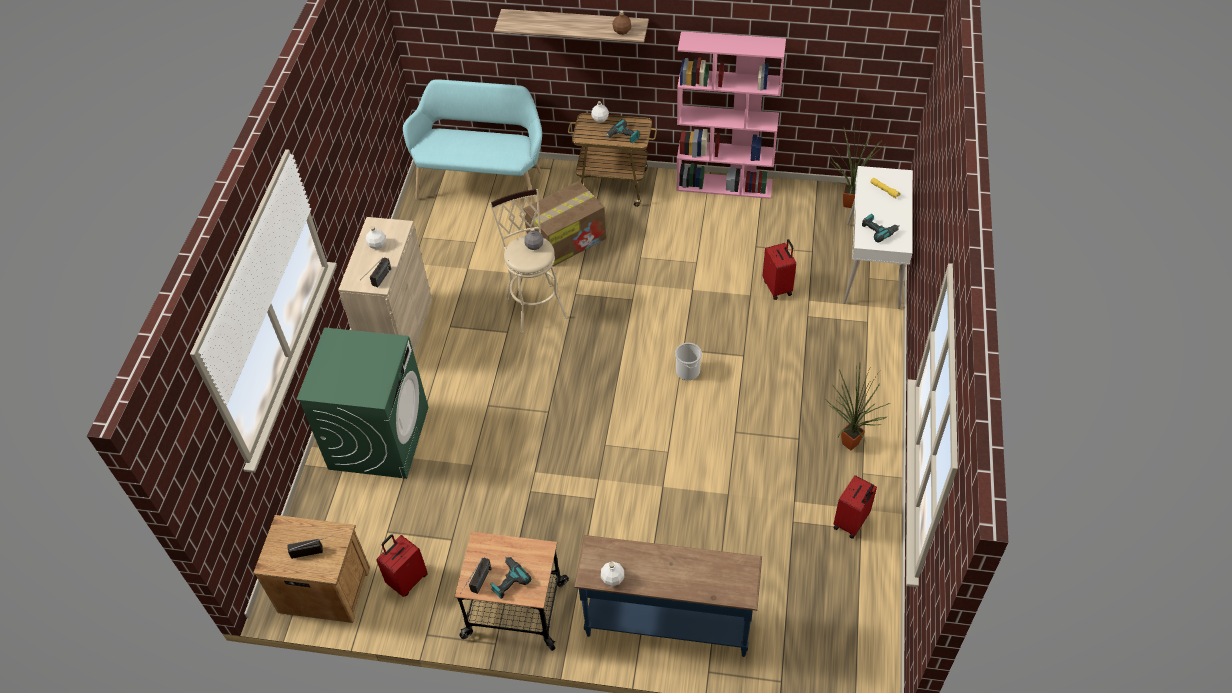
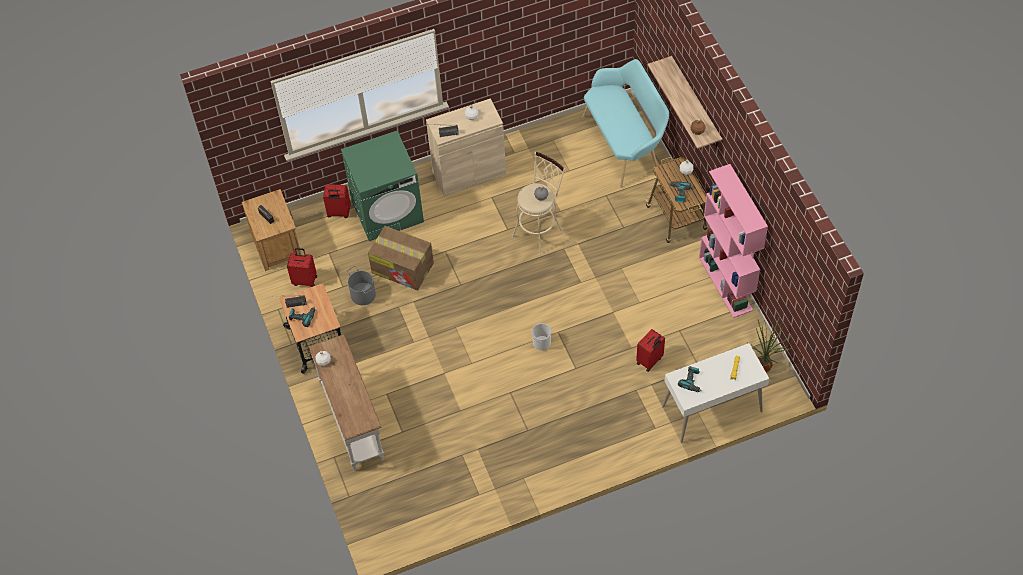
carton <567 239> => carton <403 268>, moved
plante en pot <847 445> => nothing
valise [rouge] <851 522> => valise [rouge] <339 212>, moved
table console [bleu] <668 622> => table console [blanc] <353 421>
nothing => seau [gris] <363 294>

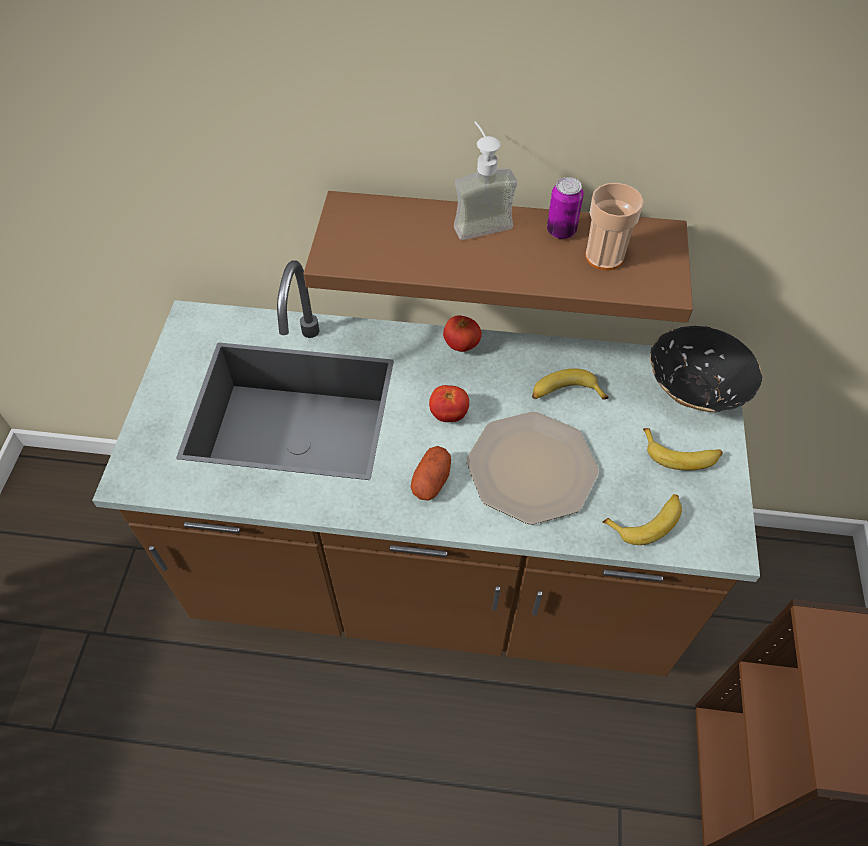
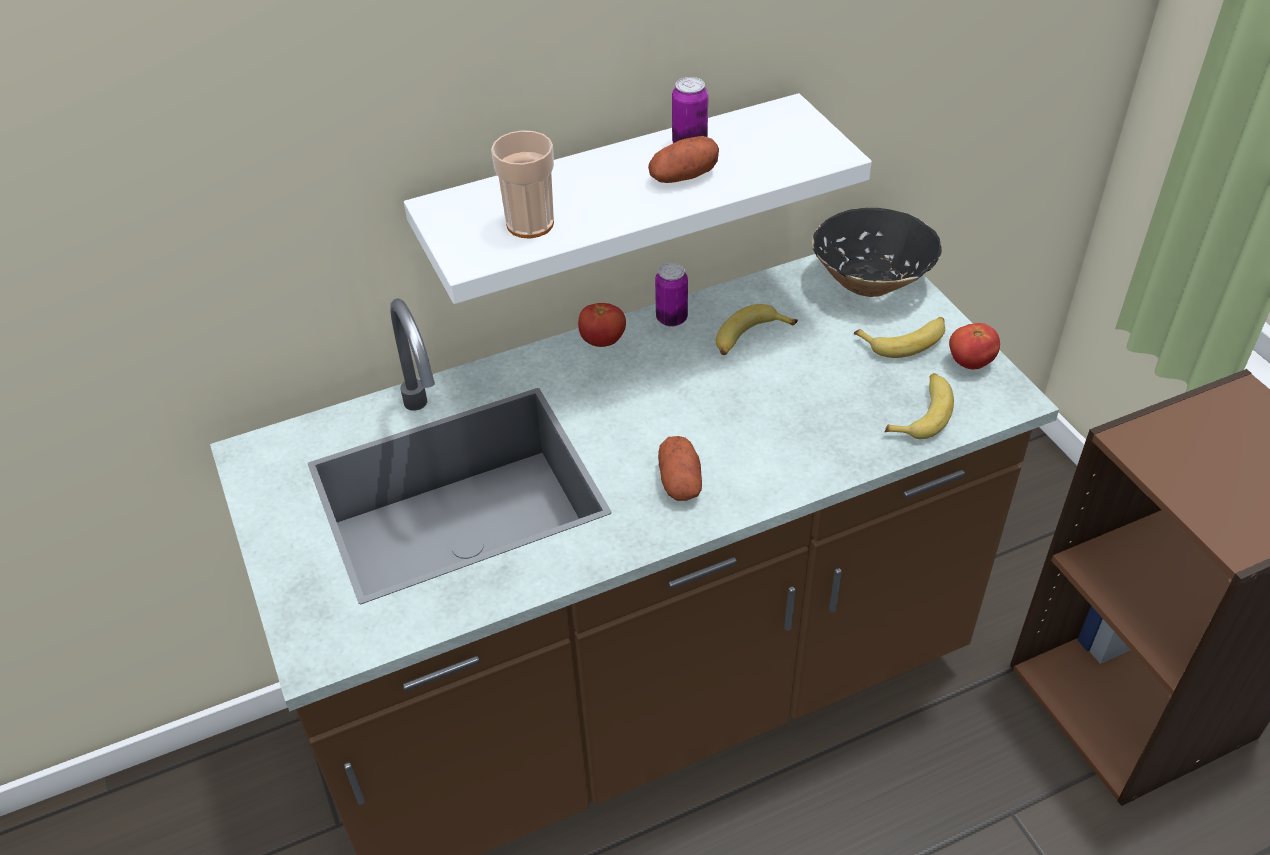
distributeur de savon <479 220> => nothing
tasse <604 257> => tasse <530 224>, moved
étagère [marron] <500 246> => étagère [blanc] <613 199>
tomate <449 414> => tomate <970 363>, moved
assiette <531 467> => nothing
nothing => pomme de terre <683 177>
nothing => boîte métallique <671 319>

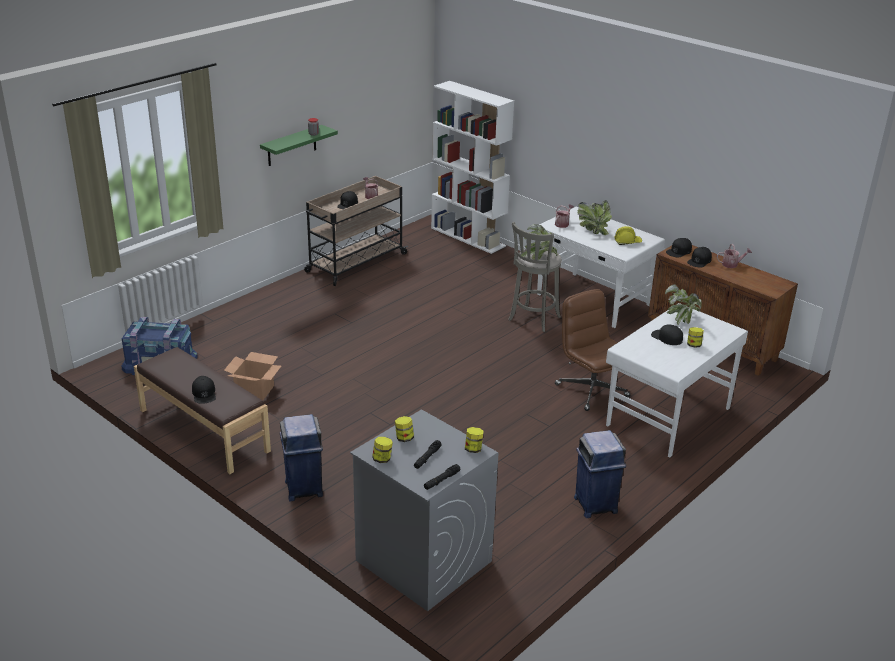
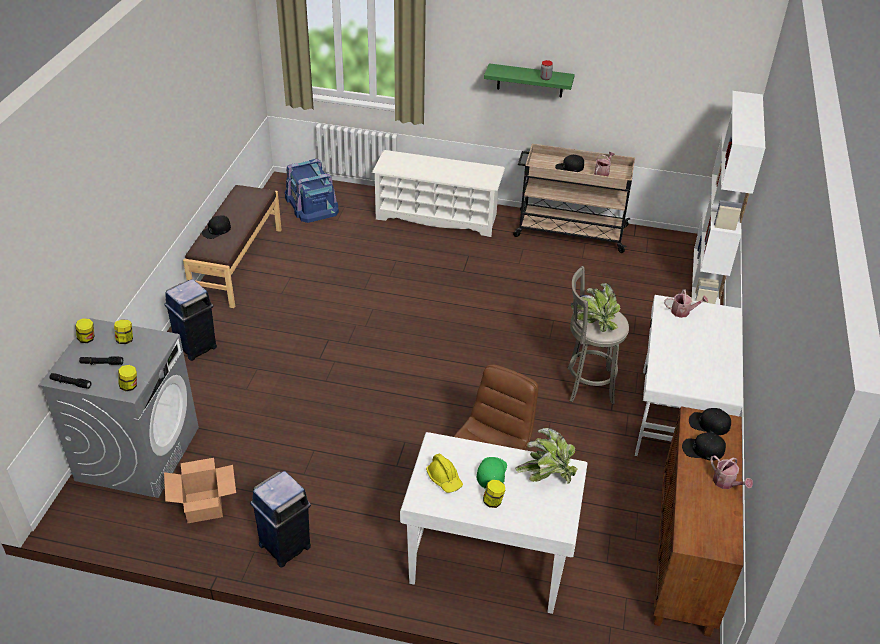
plante en pot <593 230> => nothing
casque de chantier [jaune] <627 242> => casque de chantier [jaune] <444 479>, moved
casquette [noir] <667 337> => casquette [vert] <491 473>
carton <254 391> => carton <203 505>, moved
nothing => étagère à chaussures [blanc] <437 217>

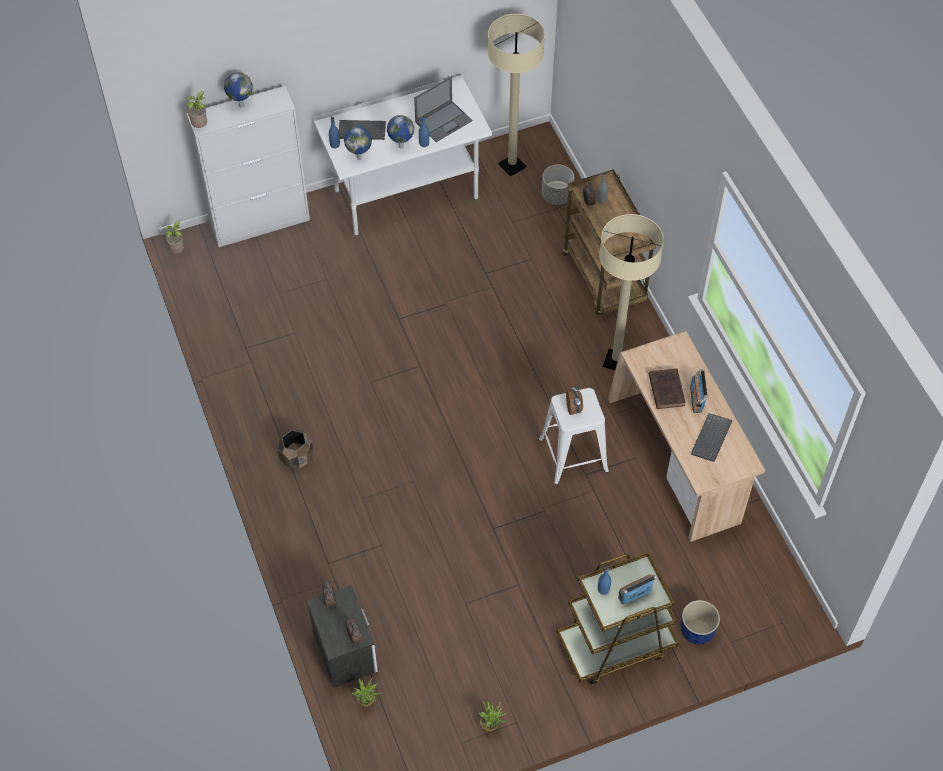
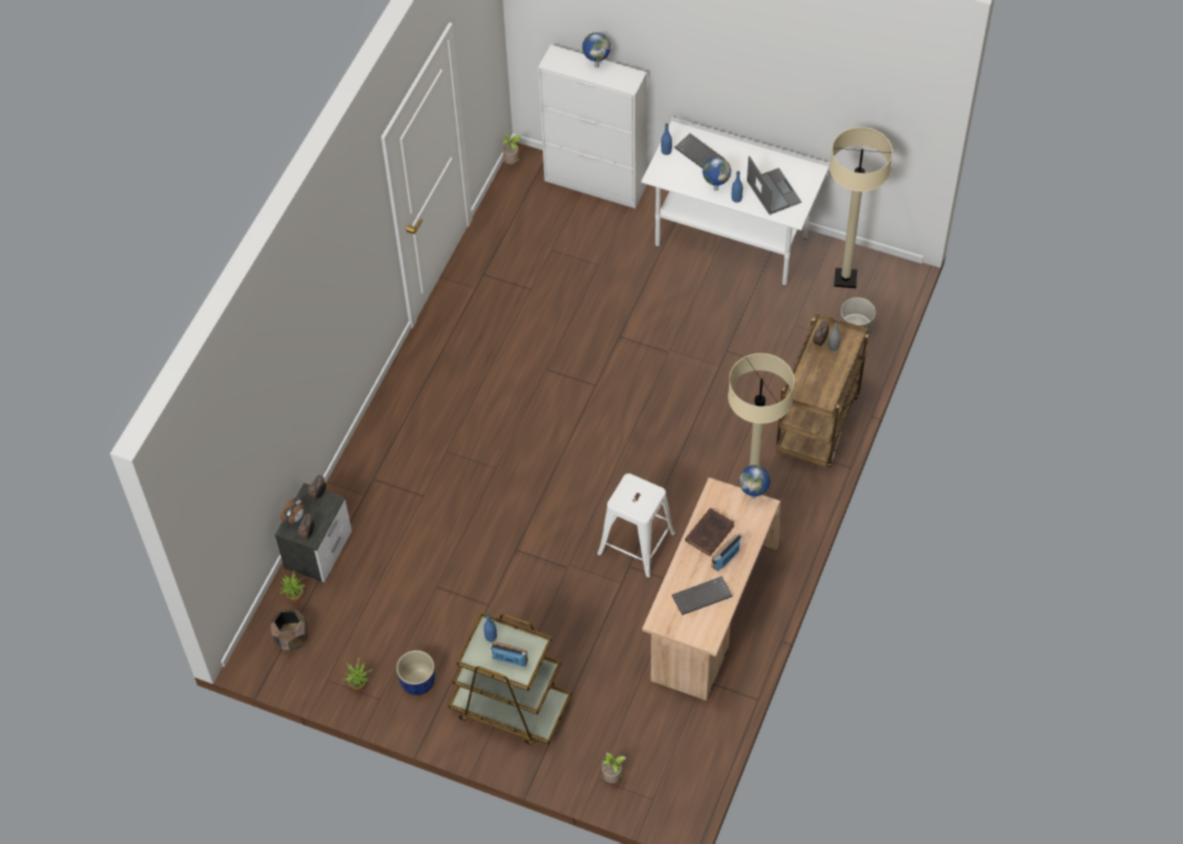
ordinateur portable <444 121> => ordinateur portable <773 191>, 120 degrees counterclockwise
plante en pot <201 126> => plante en pot <613 778>, moved
globe <359 157> => globe <754 496>, moved
réveil <574 408> => réveil <295 519>, moved
cache-pot [marron] <297 458> => cache-pot [marron] <292 638>, moved
cache-pot [bleu] <697 631> => cache-pot [bleu] <417 682>, moved

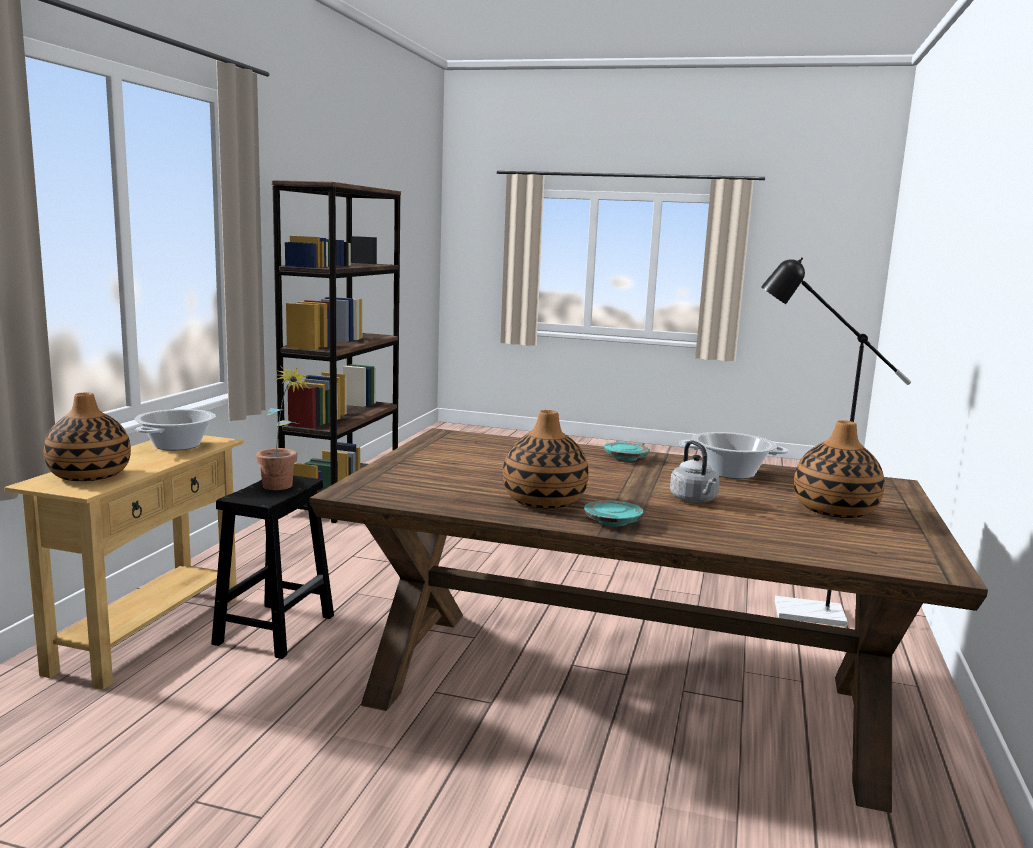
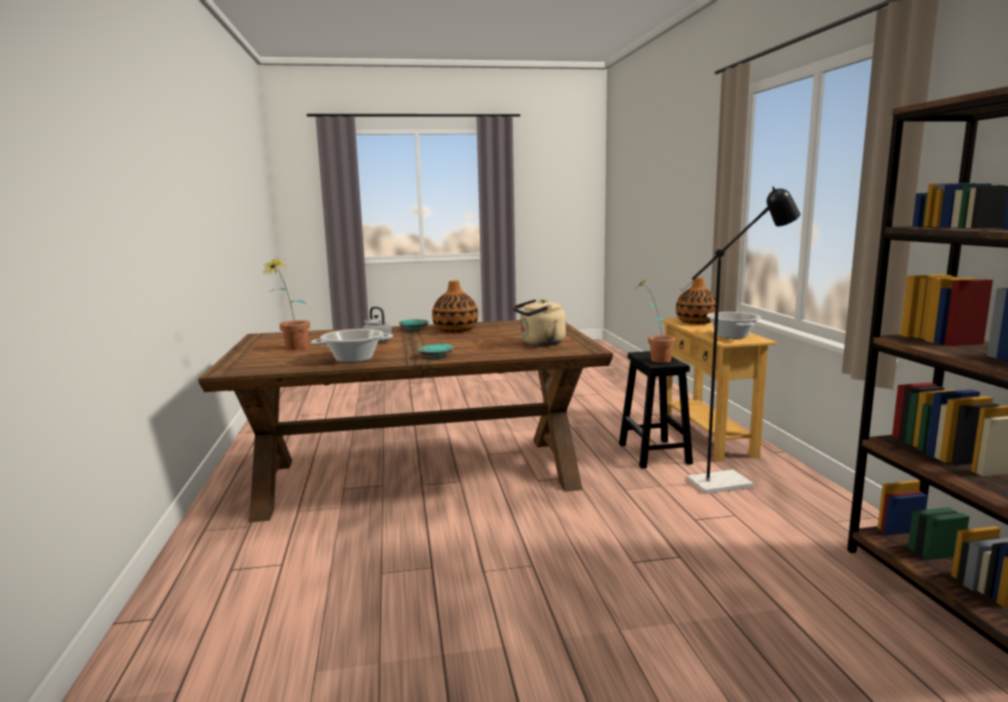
lampadaire [noir] <795 611> => lampadaire [noir] <729 482>, moved
vase <834 510> => plante en pot <292 349>
nothing => bouilloire [beige] <540 343>

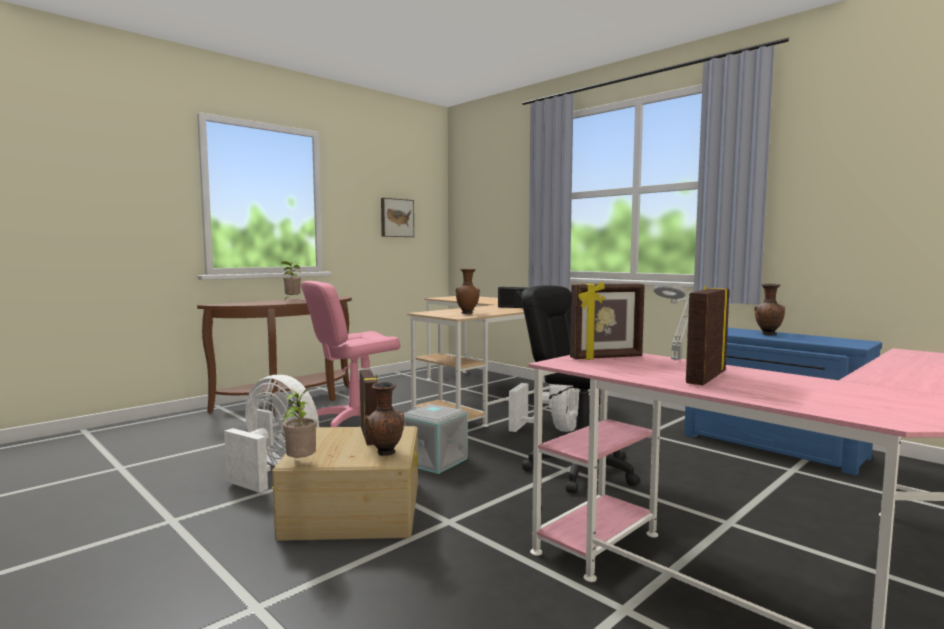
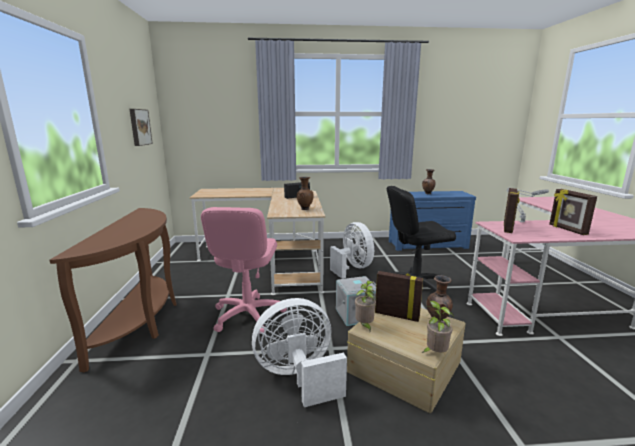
plante en pot <291 300> => plante en pot <364 326>, moved

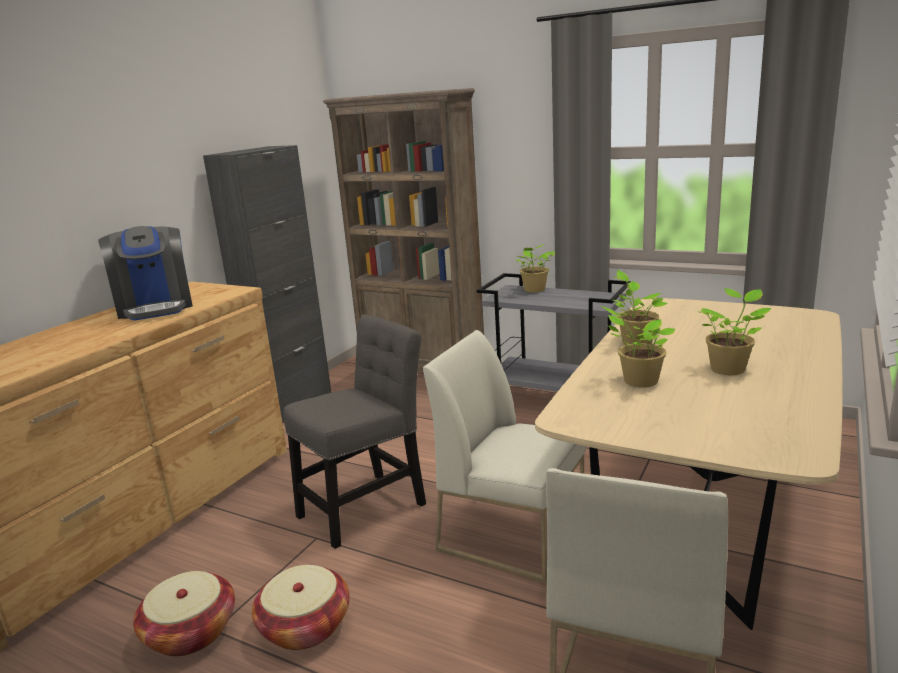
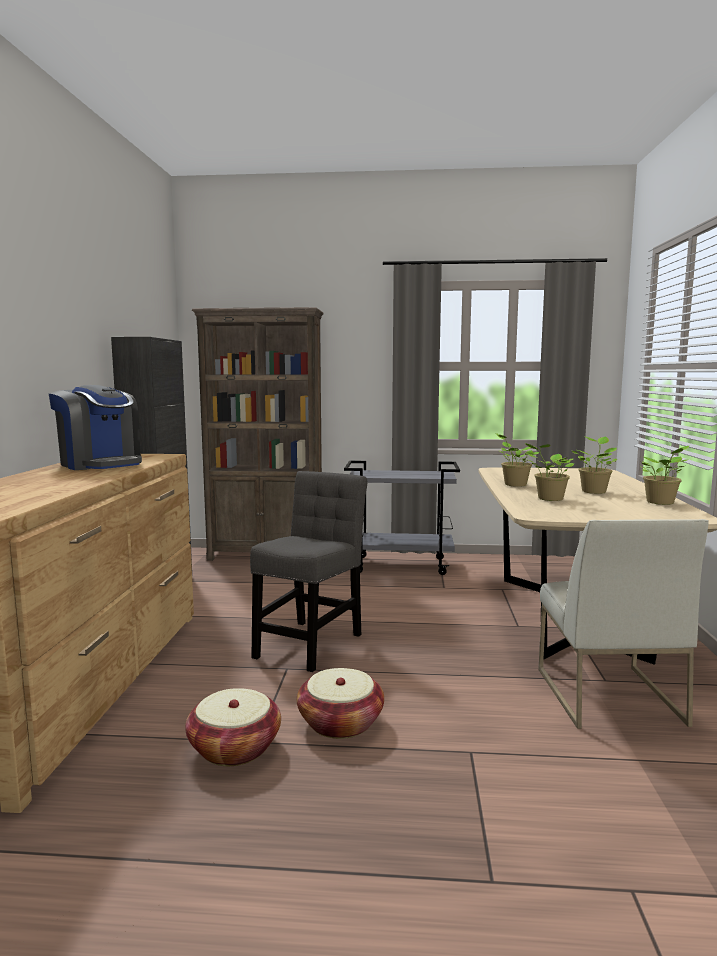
plante en pot <534 290> => plante en pot <661 503>, moved
chaise [blanc] <513 534> => nothing

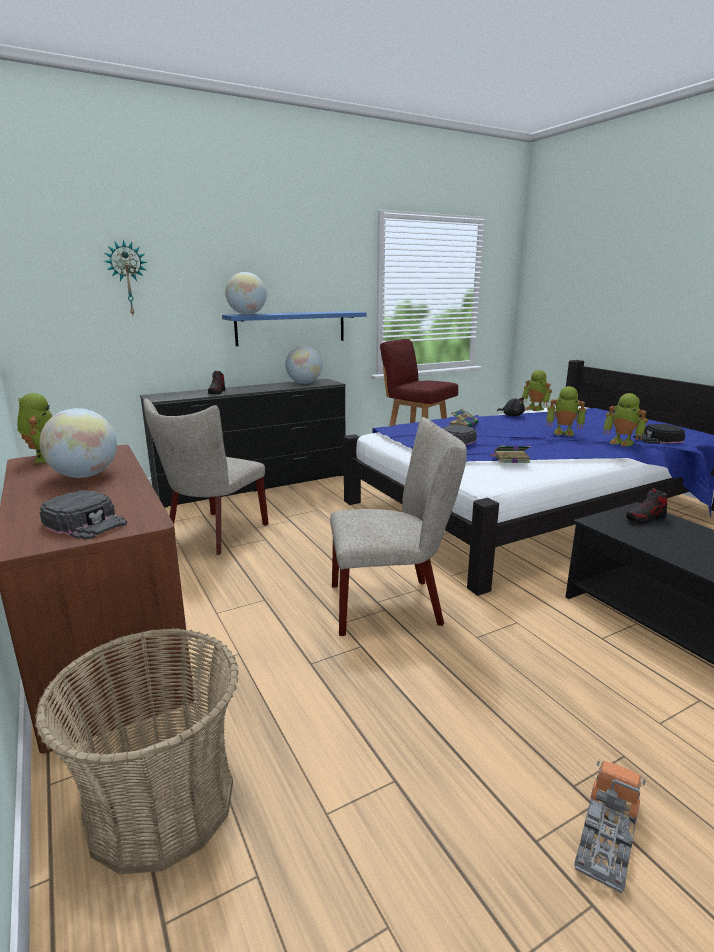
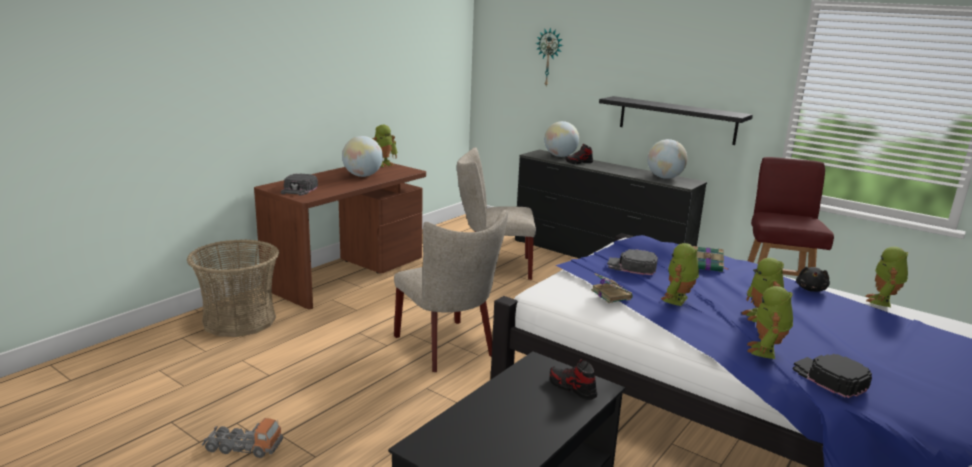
globe <247 314> => globe <560 156>, moved
étagère [bleu] <291 328> => étagère [noir] <677 120>
nothing => robot jouet <678 300>

